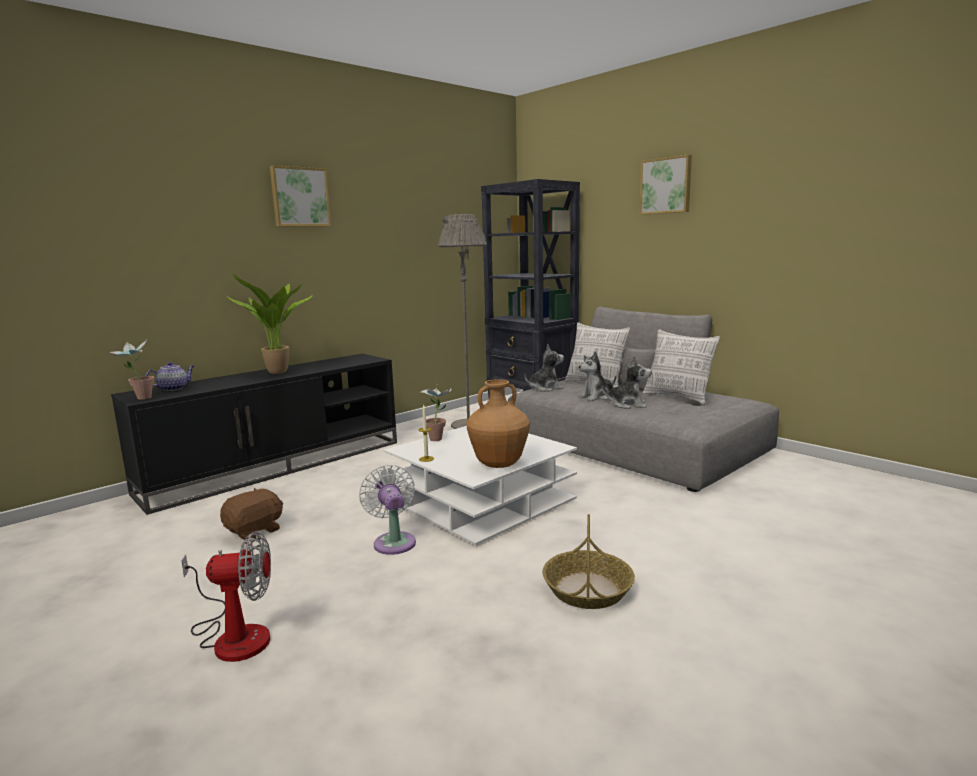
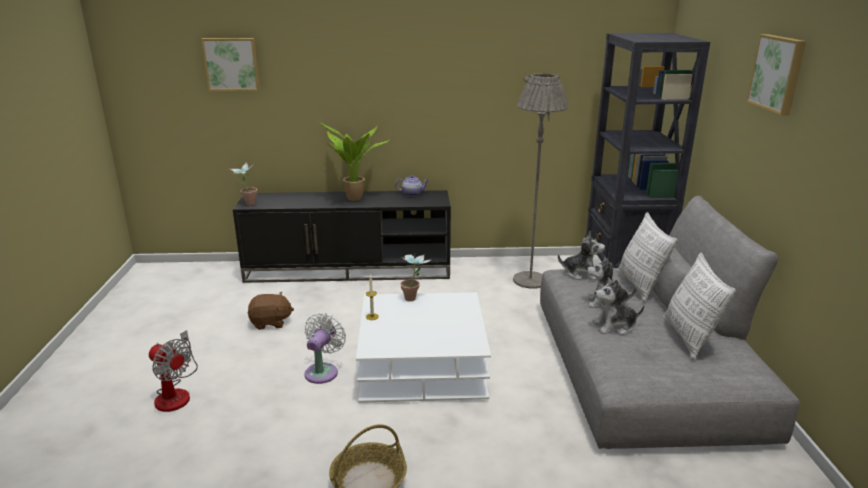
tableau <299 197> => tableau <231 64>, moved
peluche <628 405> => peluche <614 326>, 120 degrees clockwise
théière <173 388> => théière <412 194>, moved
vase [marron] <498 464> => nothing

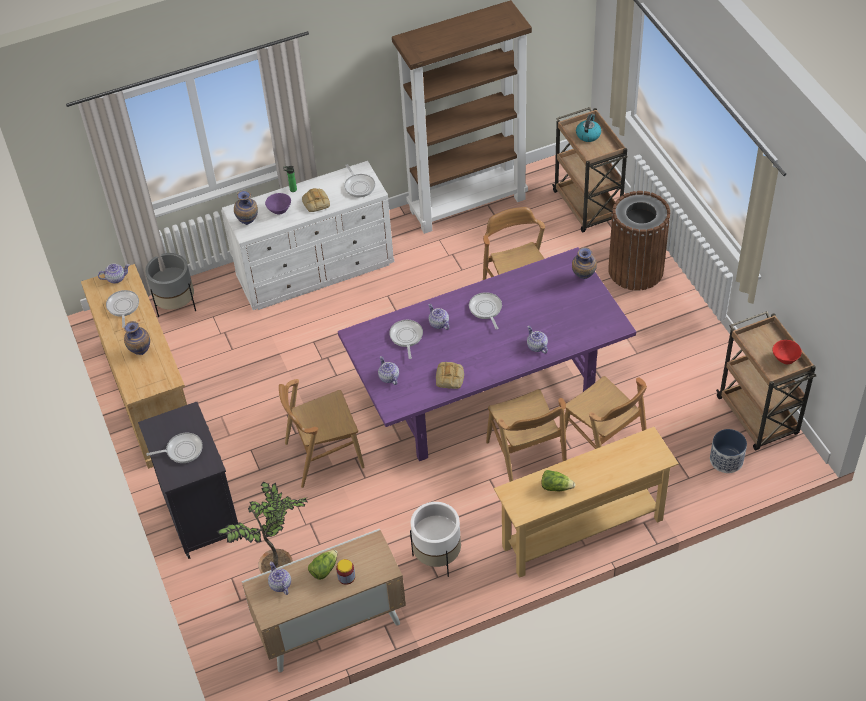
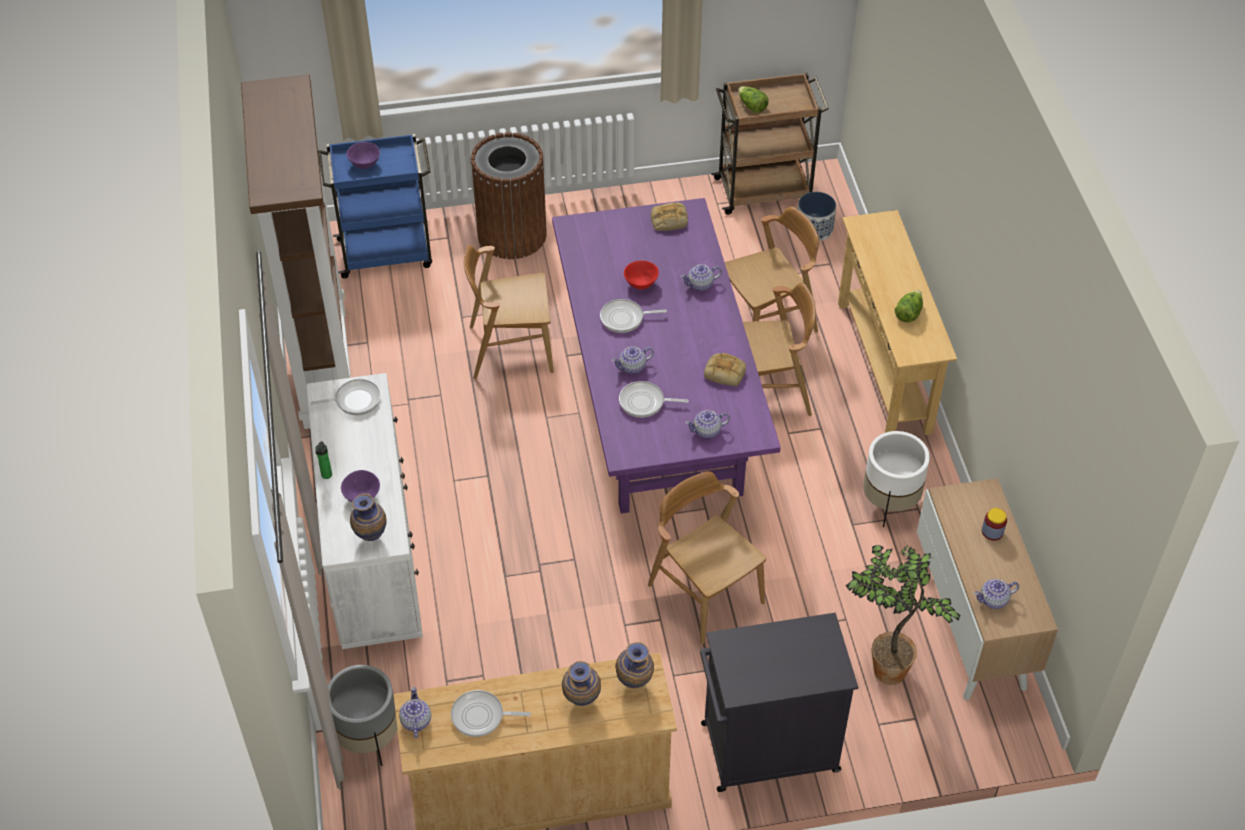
chariot [marron] <588 207> => chariot [bleu] <387 253>
bouilloire <588 134> => bol [violet] <365 165>
pain <315 202> => pain <668 220>, moved
vase <583 278> => vase <634 683>, moved
bol [rouge] <785 358> => bol [rouge] <640 283>, moved
chaise [marron] <323 455> => chaise [marron] <705 593>, 150 degrees clockwise
poêle <182 450> => nothing
laitue <324 569> => laitue <752 106>, moved

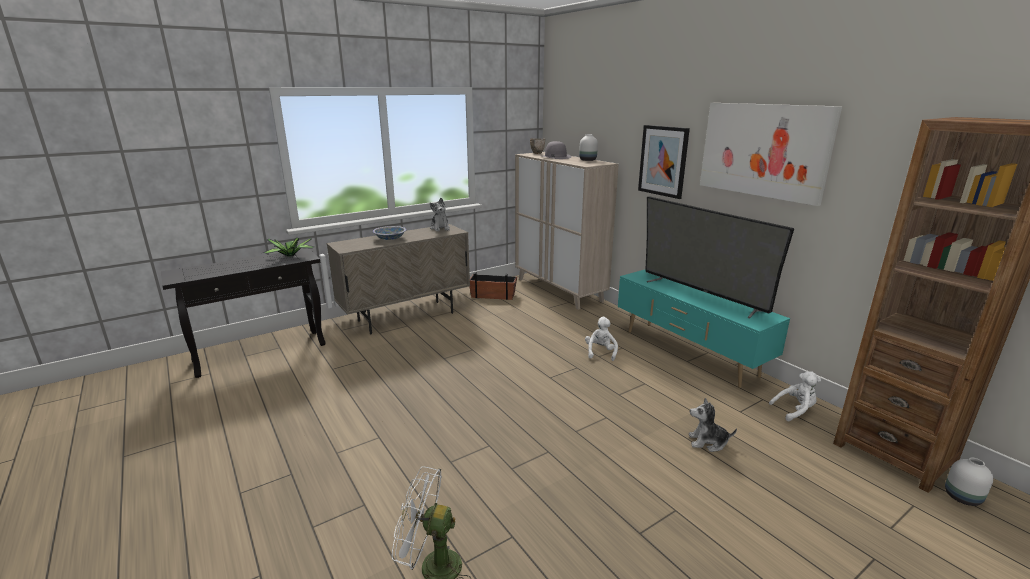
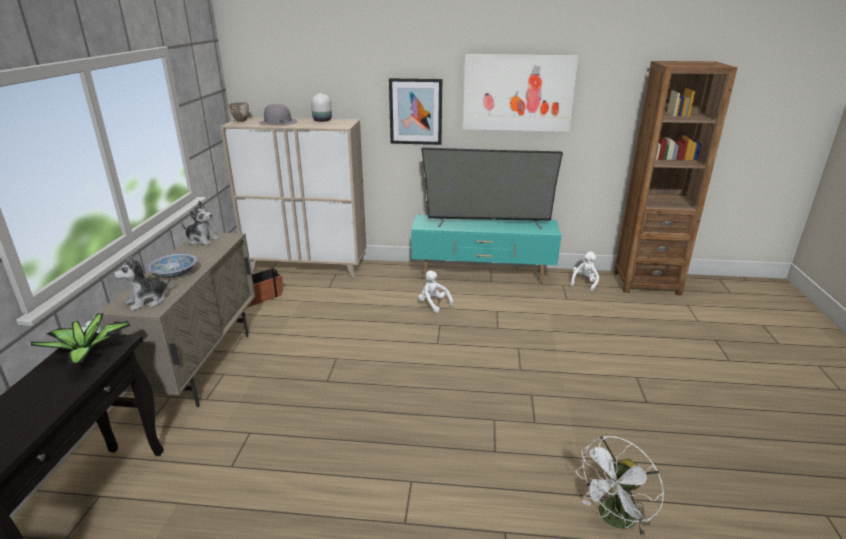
peluche <707 442> => peluche <148 301>, moved
vase [blanc] <963 498> => nothing

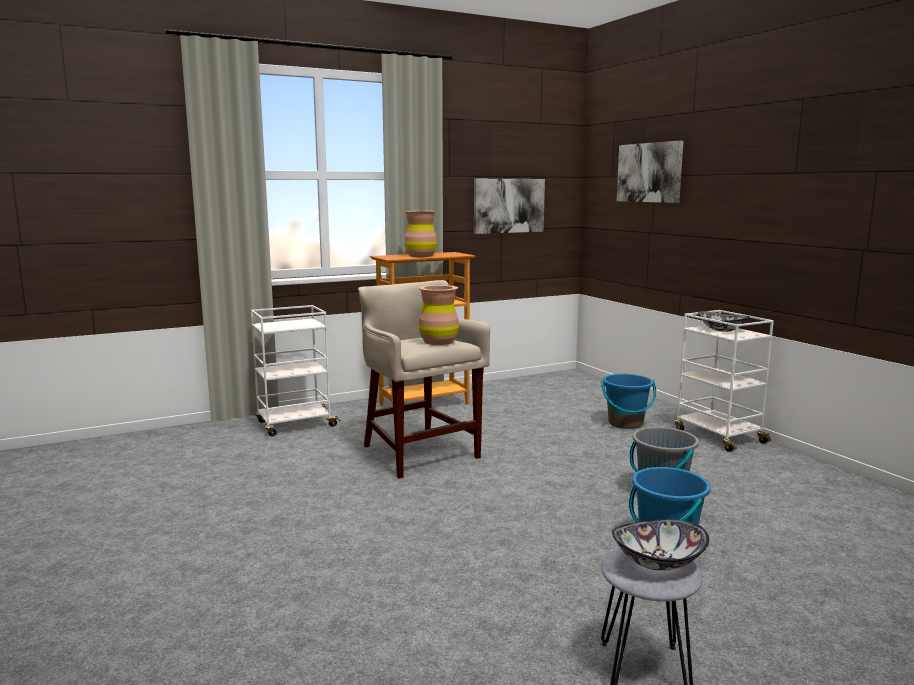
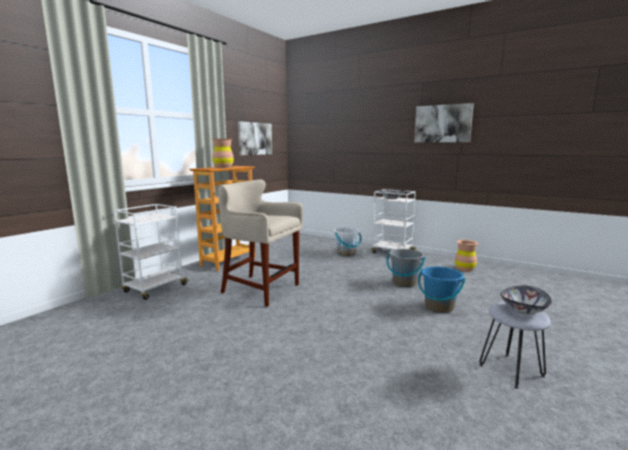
tableau <649 172> => tableau <442 123>, moved
vase [marron] <438 342> => vase [marron] <464 269>, moved
seau [bleu] <625 423> => seau [blanc] <346 253>

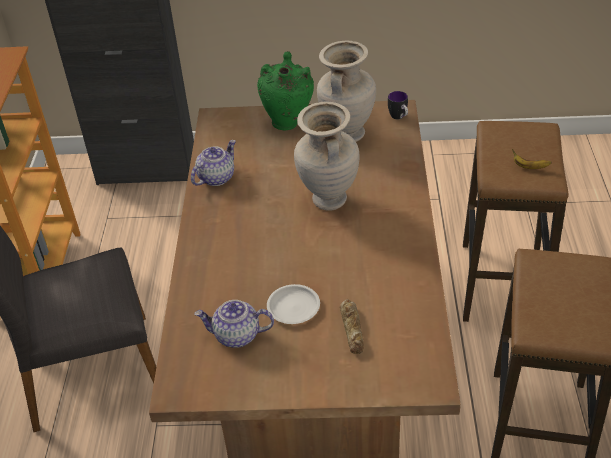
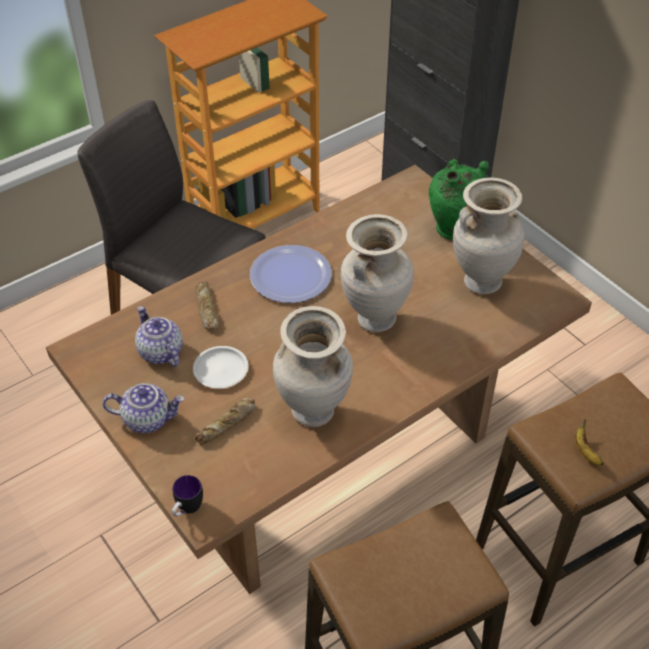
mug <399 118> => mug <187 510>, moved
théière <216 177> => théière <148 419>, moved
nothing => assiette <290 275>
nothing => pain <206 309>
nothing => vase [beige] <312 413>

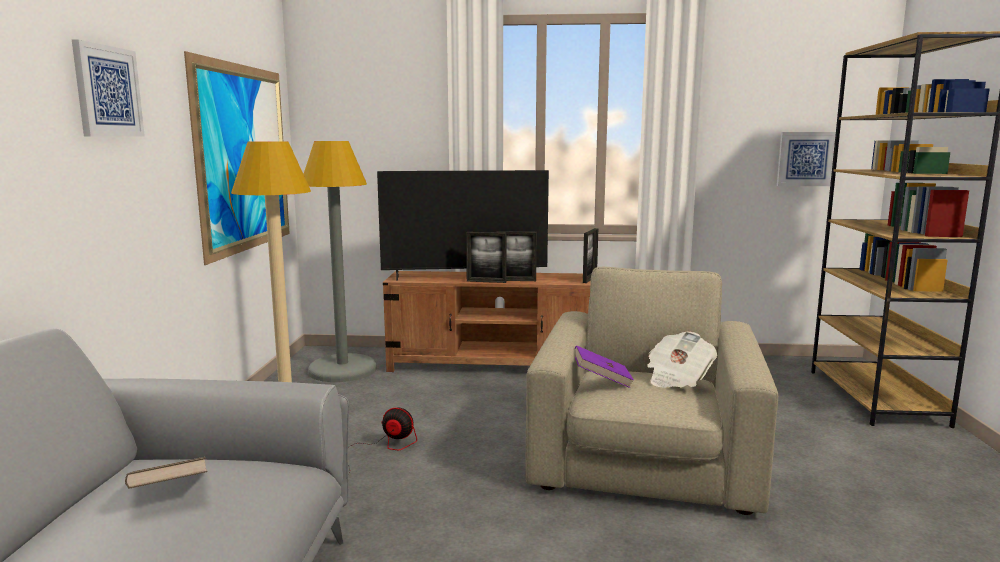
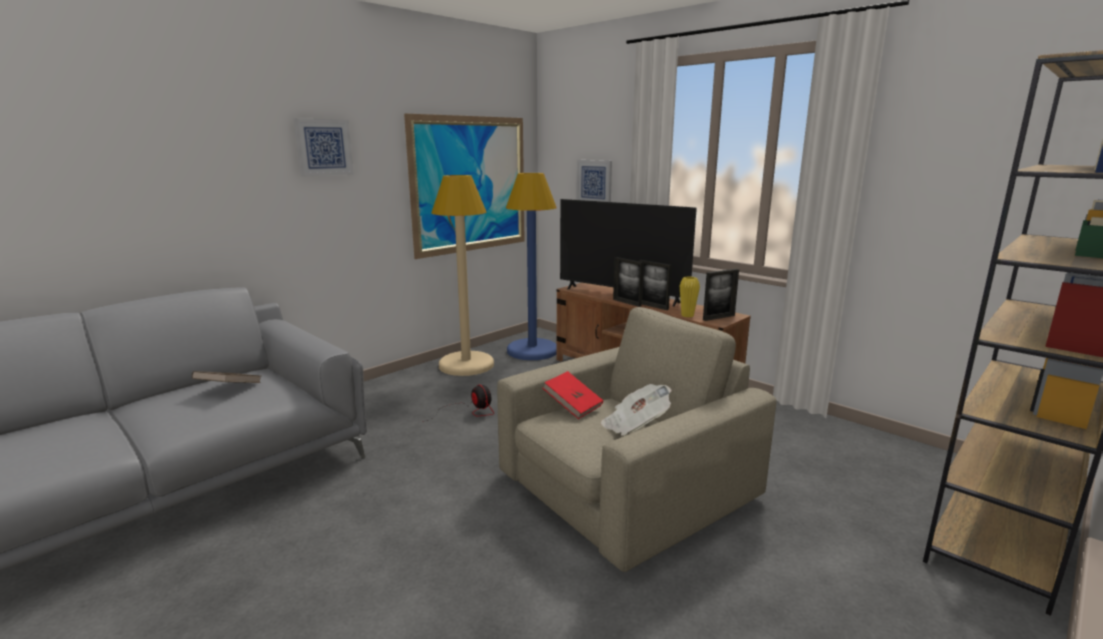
tableau <806 159> => tableau <594 182>, moved
lampadaire [gris] <342 370> => lampadaire [bleu] <532 351>
livre [violet] <601 380> => livre [rouge] <573 406>
nothing => vase [jaune] <687 315>

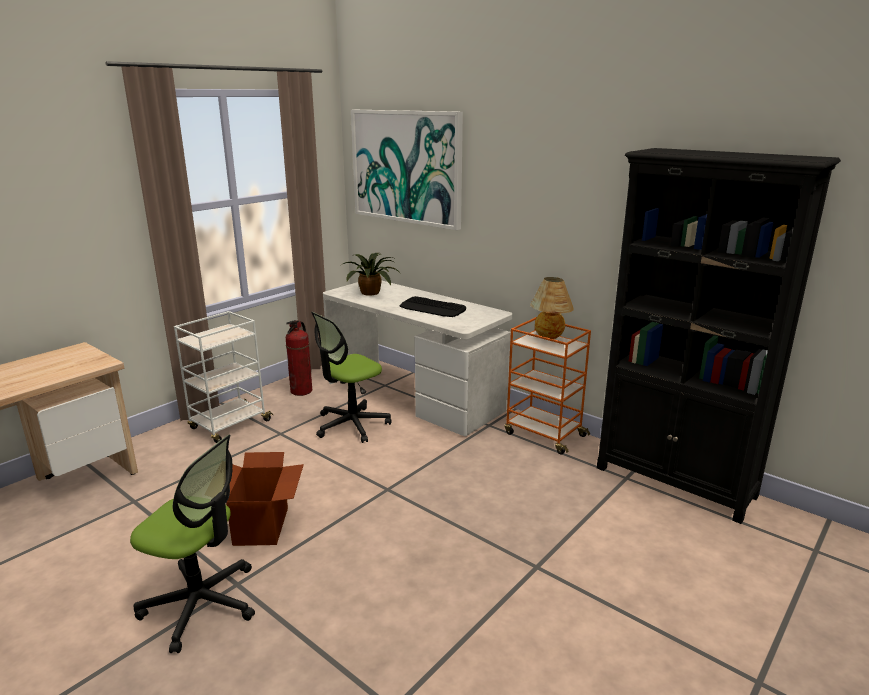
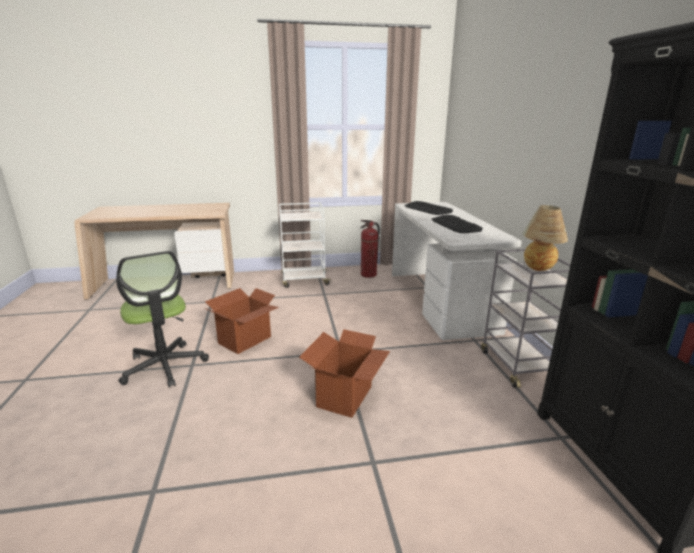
tableau <406 167> => nothing
plante en pot <372 293> => clavier <427 209>
chaise de bureau <351 425> => nothing
chariot [orange] <543 434> => chariot [gris] <517 365>
nothing => carton <345 396>

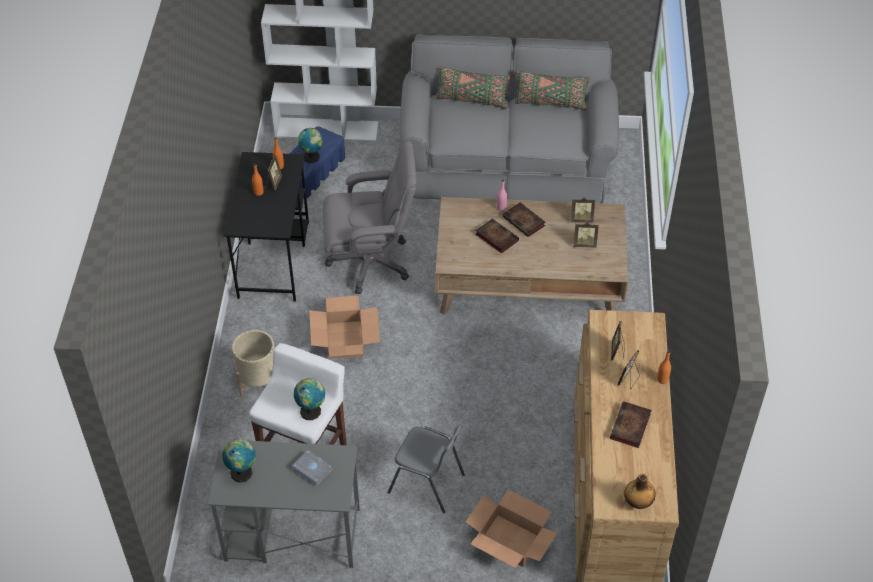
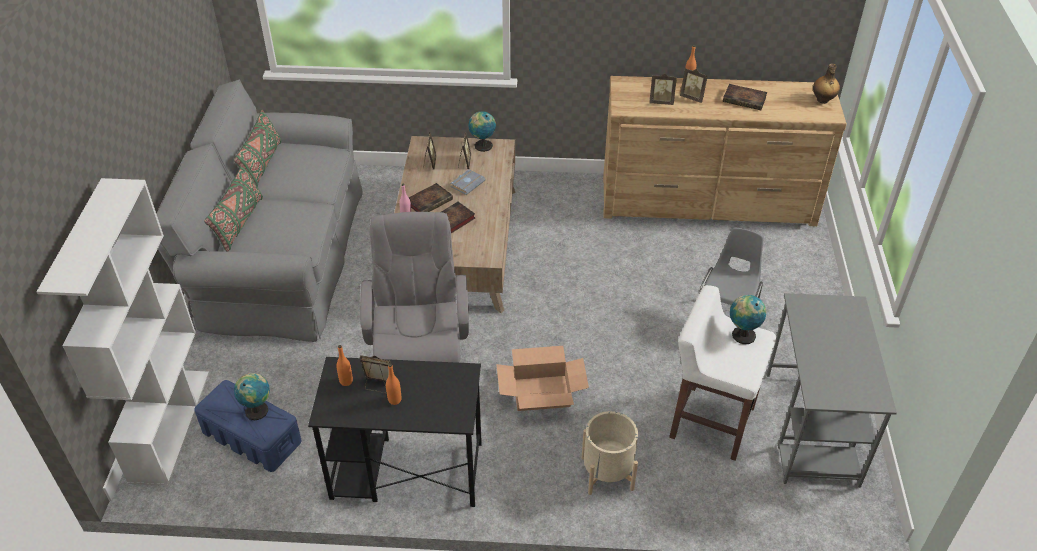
globe <242 471> => globe <482 145>, moved
livre [gris] <313 469> => livre [gris] <467 183>, moved
carton <510 540> => nothing

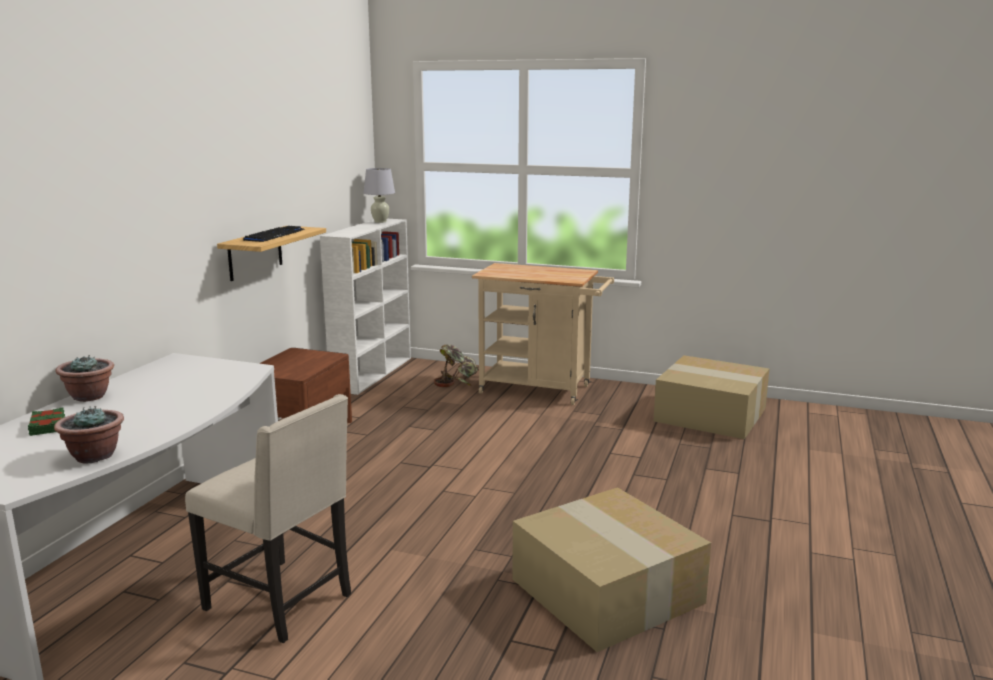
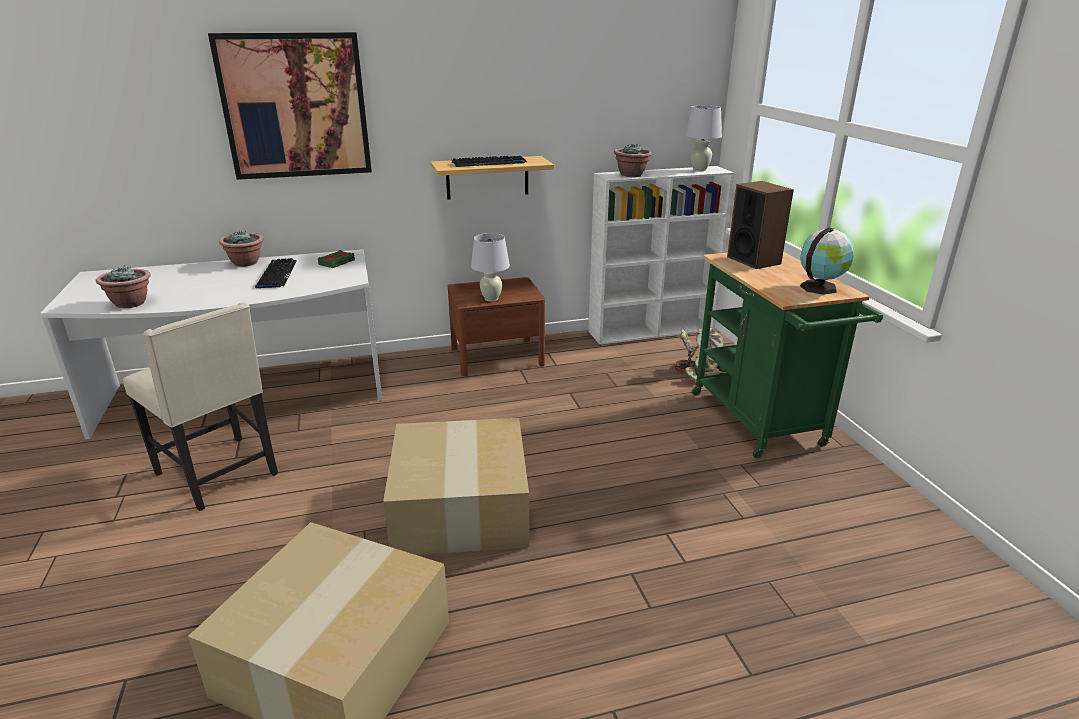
chariot [beige] <542 390> => chariot [vert] <762 423>
carton <712 414> => carton <463 508>, moved
chaise [beige] <282 602> => chaise [beige] <220 474>, 45 degrees counterclockwise
livre [vert] <48 426> => livre [vert] <337 262>, moved
nothing => tableau <295 106>
nothing => plante en pot <631 175>
nothing => enceinte <753 260>
nothing => globe <820 287>
nothing => lampe de table [blanc] <491 299>
nothing => clavier <277 274>

